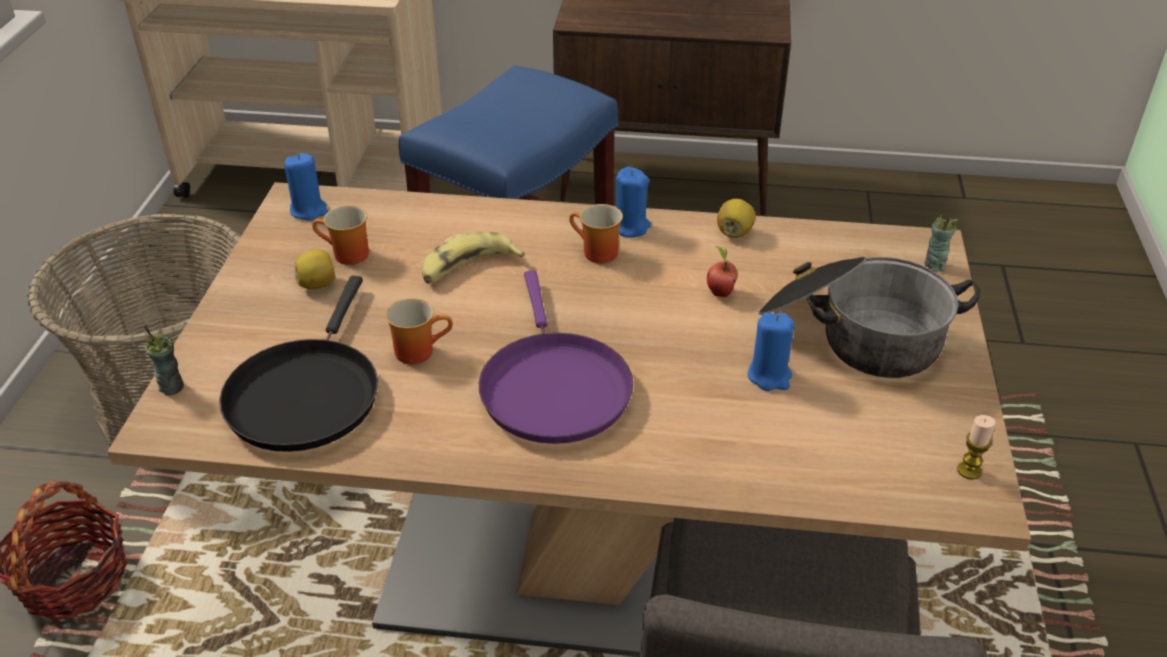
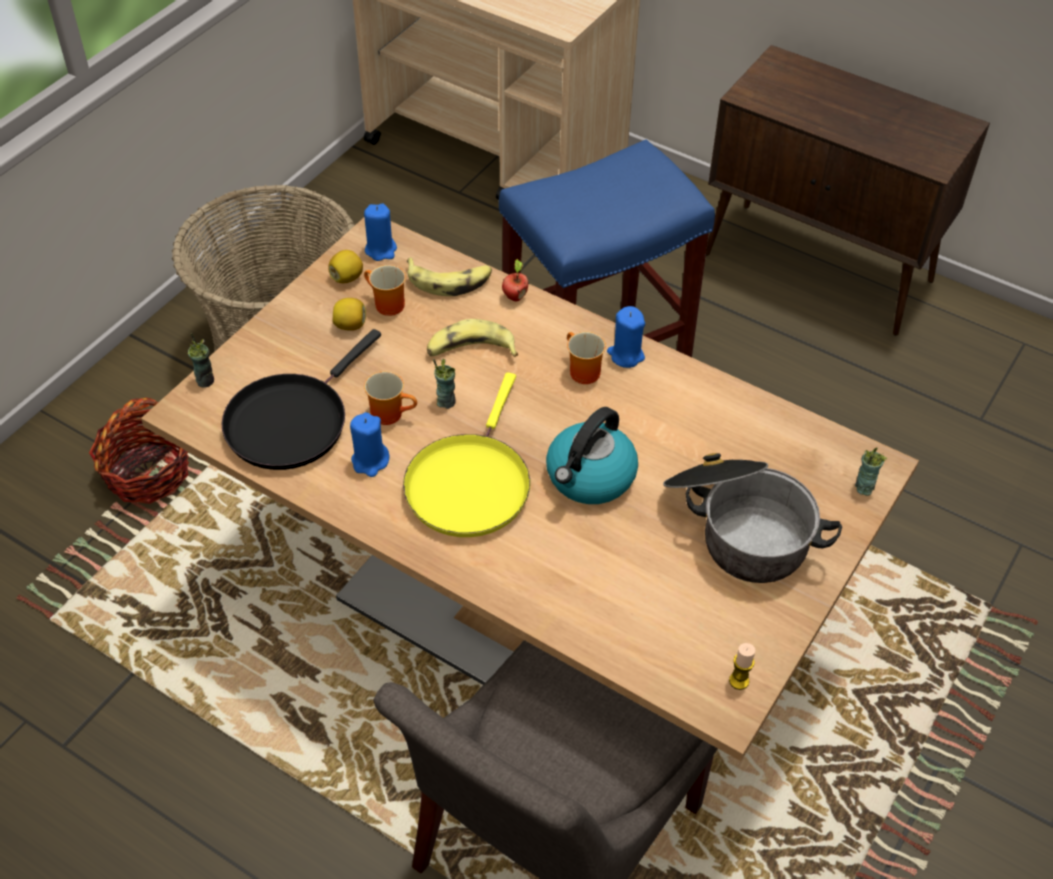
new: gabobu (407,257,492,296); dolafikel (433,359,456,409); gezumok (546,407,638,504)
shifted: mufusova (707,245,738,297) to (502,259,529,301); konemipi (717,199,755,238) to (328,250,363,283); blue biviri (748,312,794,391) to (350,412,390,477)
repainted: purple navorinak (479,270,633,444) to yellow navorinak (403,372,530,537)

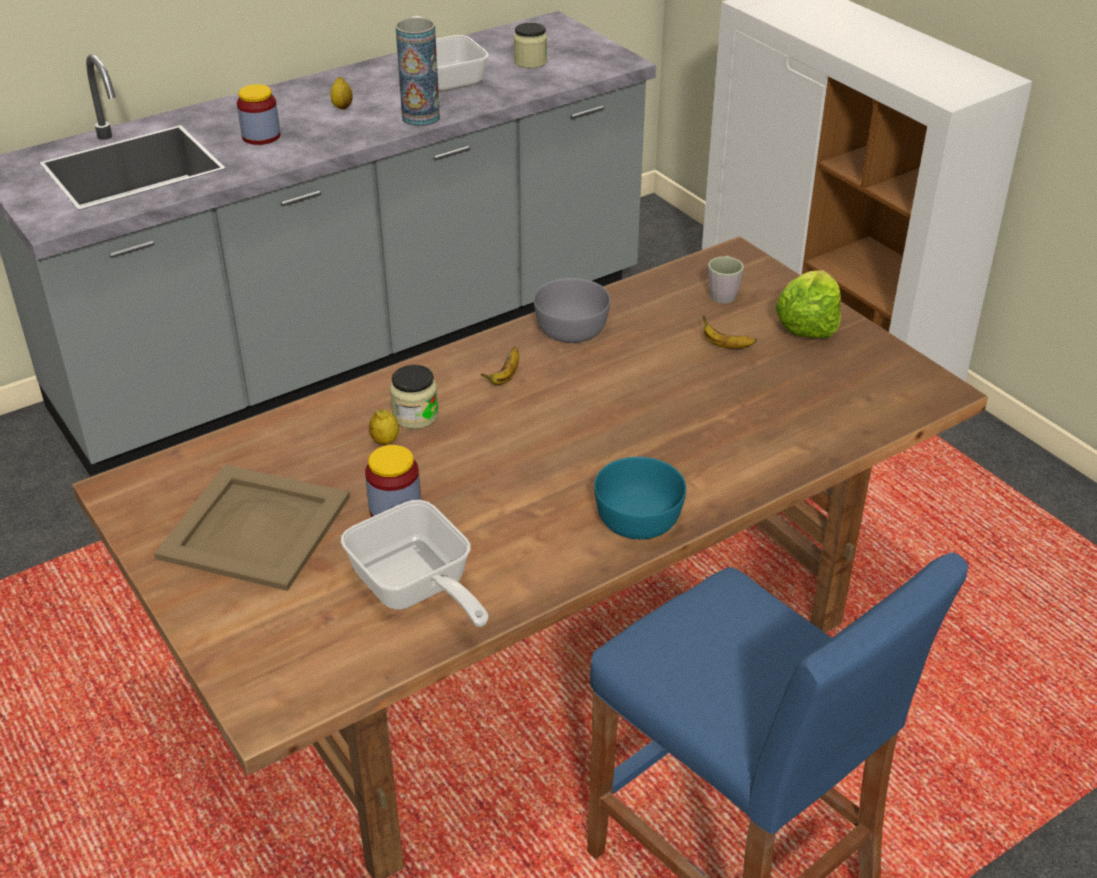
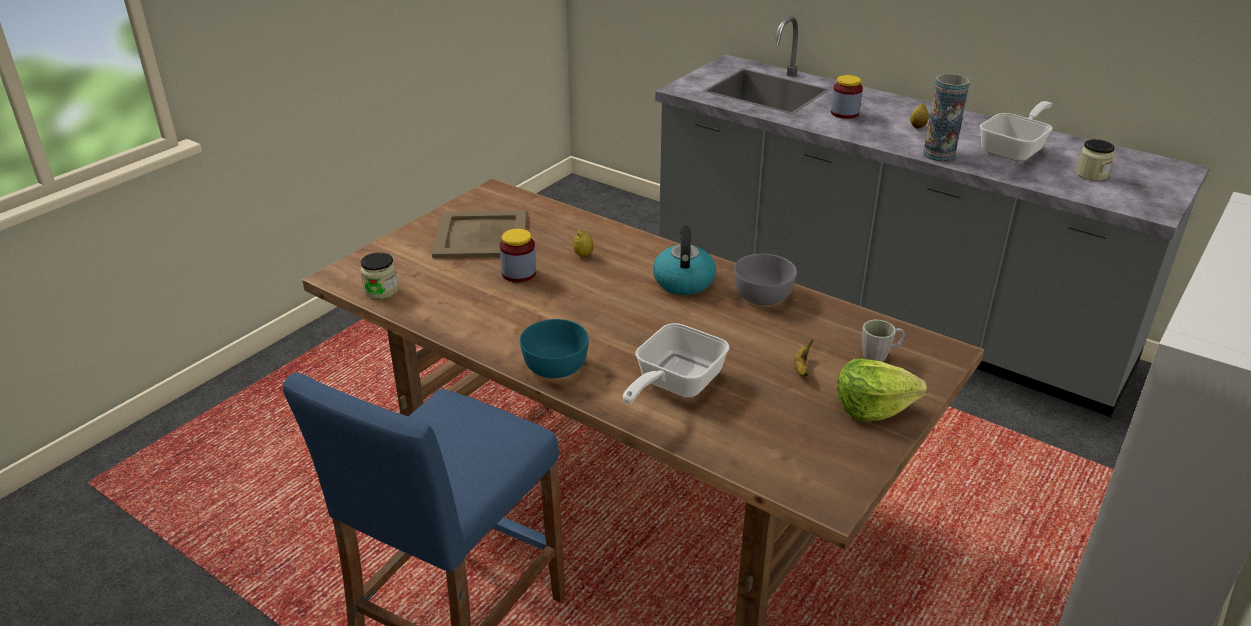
shifted: navorinak (341,500,488,627) to (623,323,729,404); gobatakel (390,365,439,429) to (360,253,399,299)
swapped: gabobu (481,347,519,385) to gezumok (653,226,716,295)

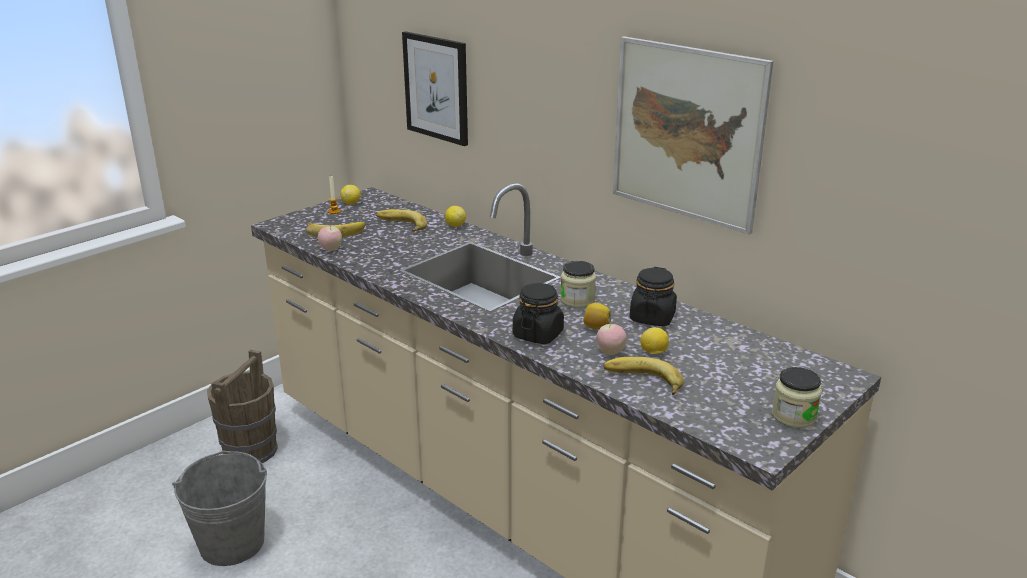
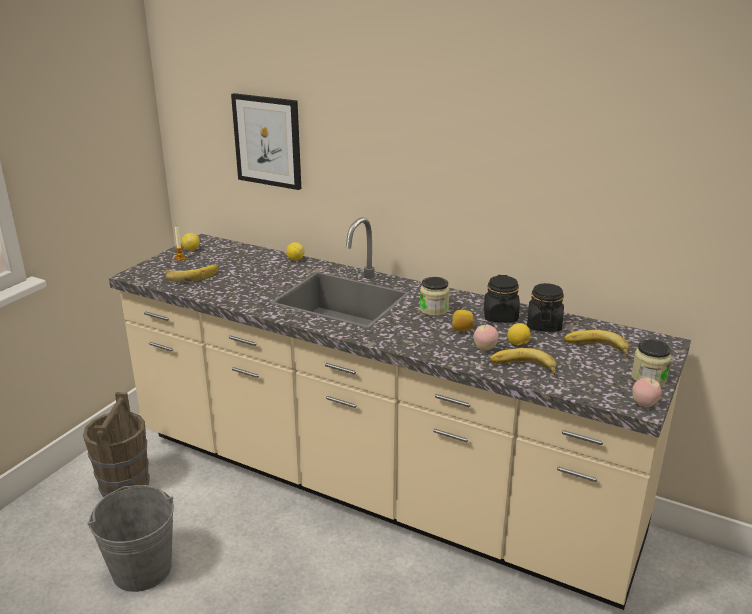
gone: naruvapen (613,36,774,235)
shifted: mufusova (318,226,342,251) to (632,378,662,407); gabobu (376,209,427,232) to (564,330,629,356); black gobatakel (513,283,564,344) to (527,283,564,332)

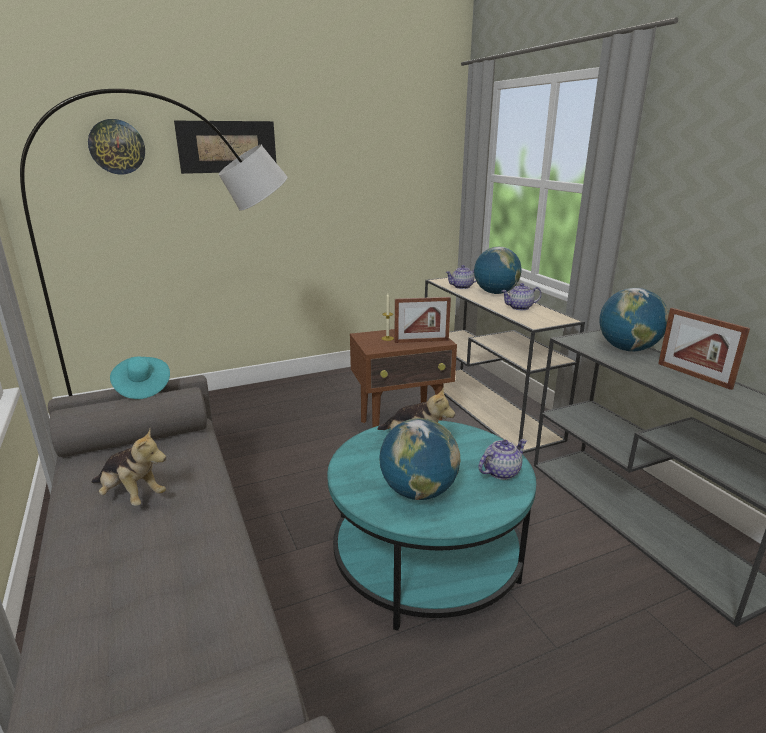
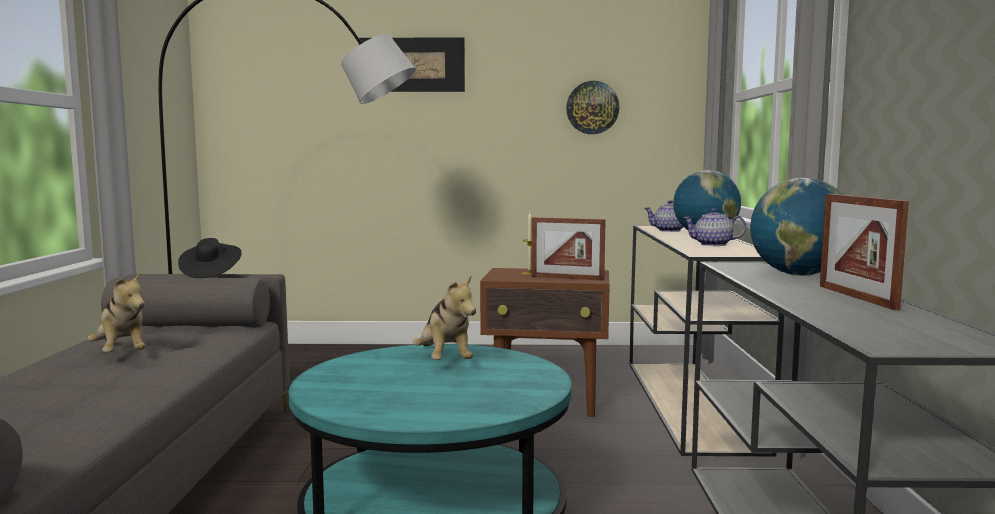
gone: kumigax (380,418,460,500); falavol (478,439,527,480)
shifted: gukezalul (88,119,145,174) to (566,81,619,134)
repainted: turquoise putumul (110,357,170,399) to black putumul (178,238,242,278)

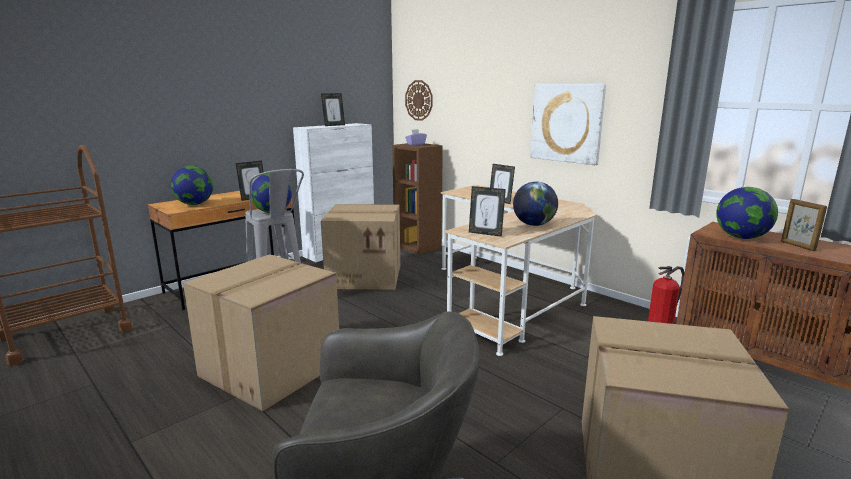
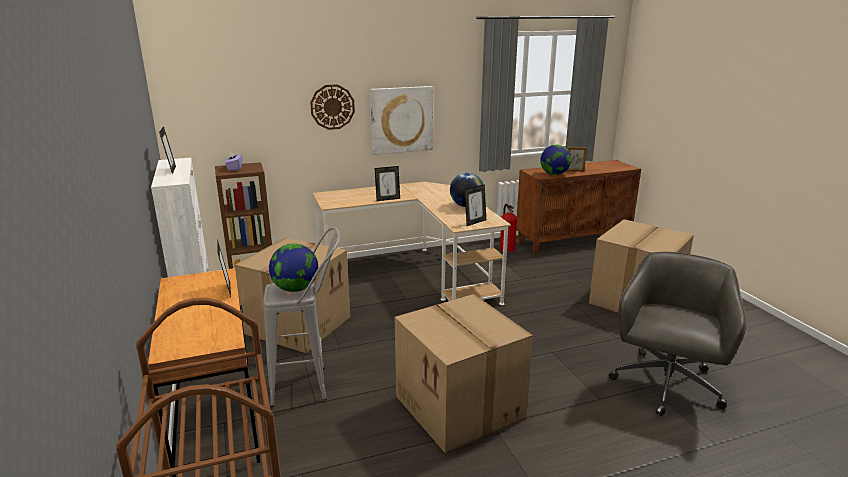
gone: kumigax (171,166,213,205)
shifted: gukezalul (405,80,433,121) to (310,85,355,130)

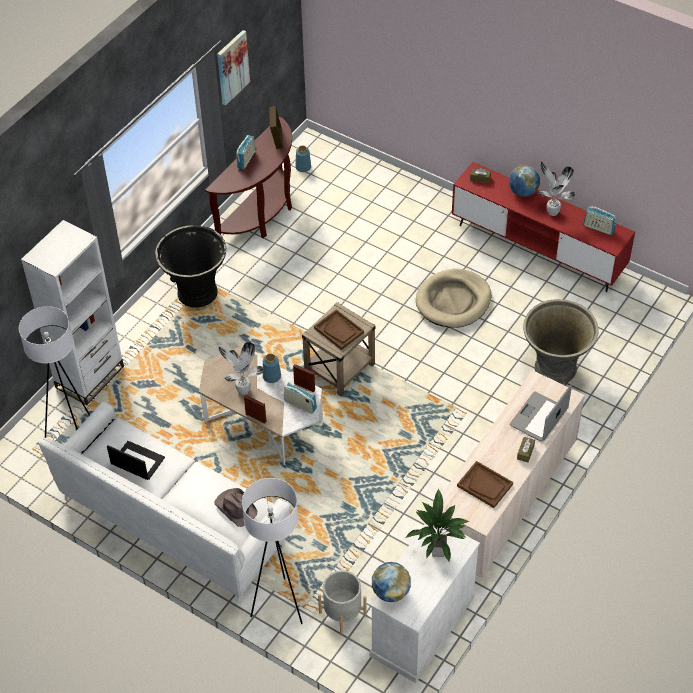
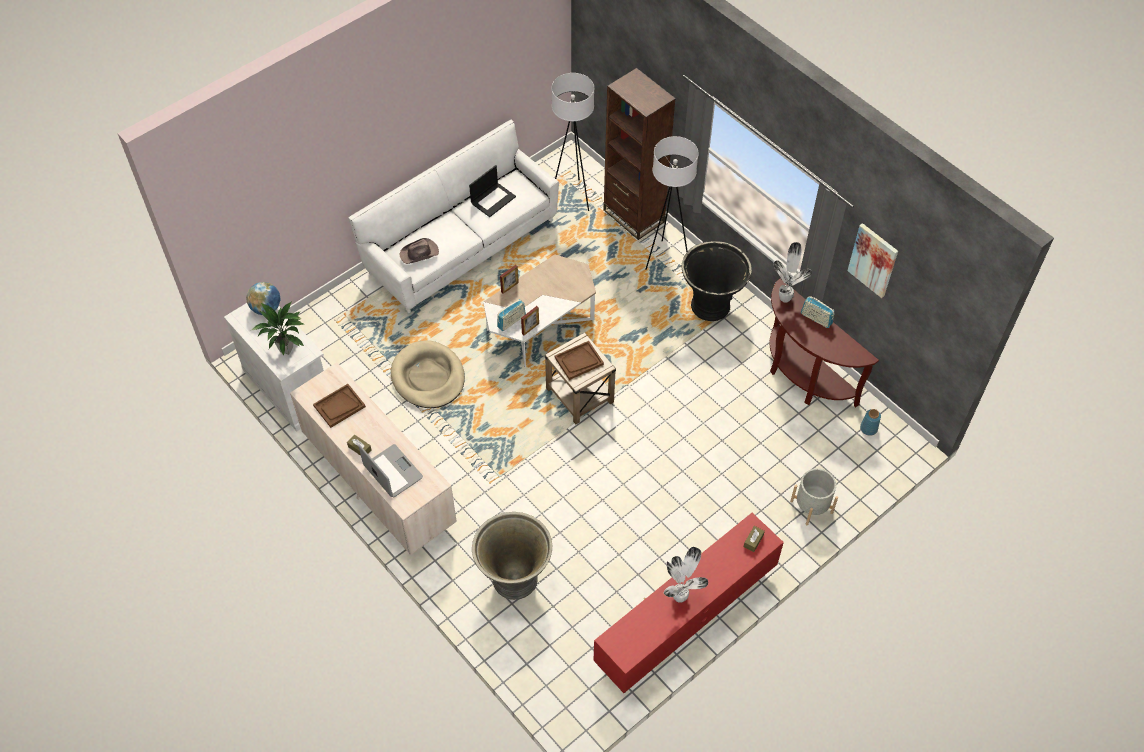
gone: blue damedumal (263,353,281,383); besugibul (269,106,283,149); kumigax (509,165,540,197); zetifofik (583,206,616,235)
shifted: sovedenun (218,342,263,395) to (773,242,812,303); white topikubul (242,478,303,624) to (645,136,699,270); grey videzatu (318,570,367,634) to (790,469,838,525); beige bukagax (416,269,491,328) to (391,340,465,408)
repainted: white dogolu (21,220,124,405) to brown dogolu (603,68,676,240)

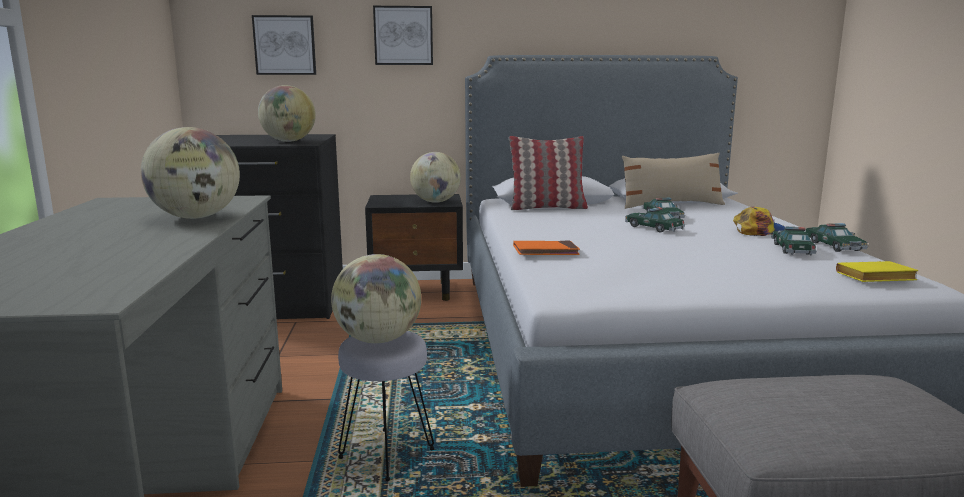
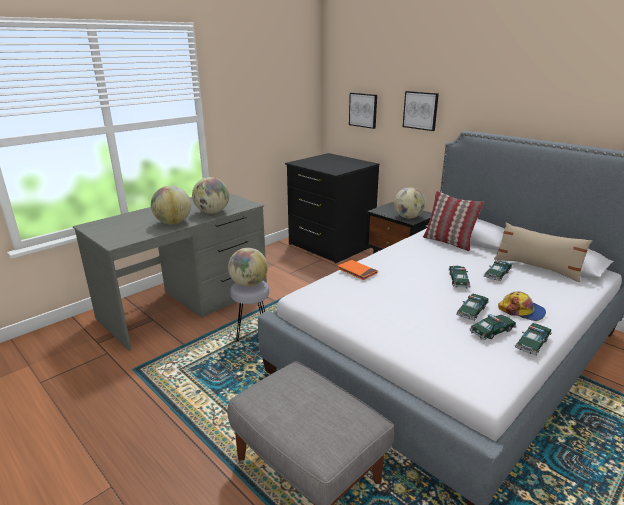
gone: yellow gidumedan (836,261,919,282)
new: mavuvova (456,294,489,321)
shifted: kumigax (258,85,316,142) to (151,186,191,224)

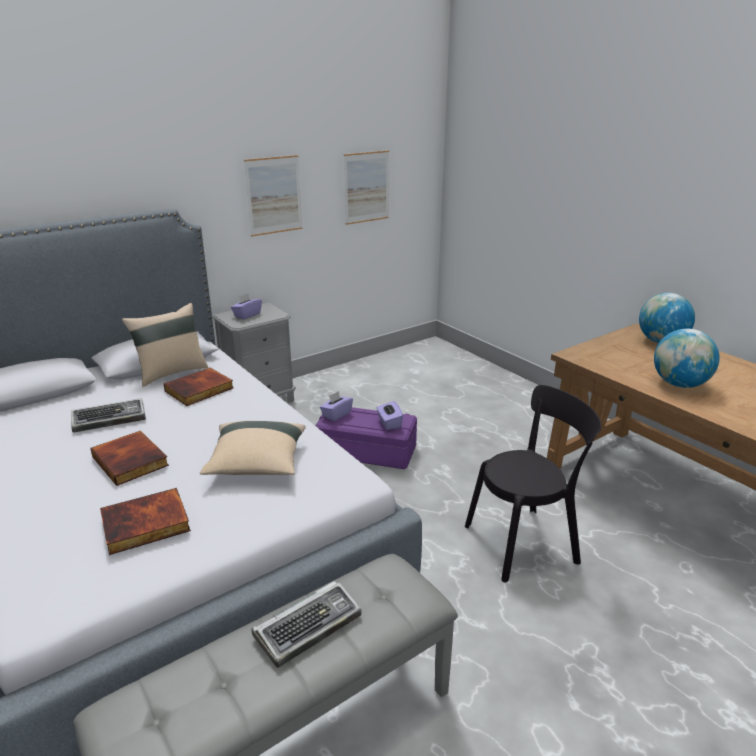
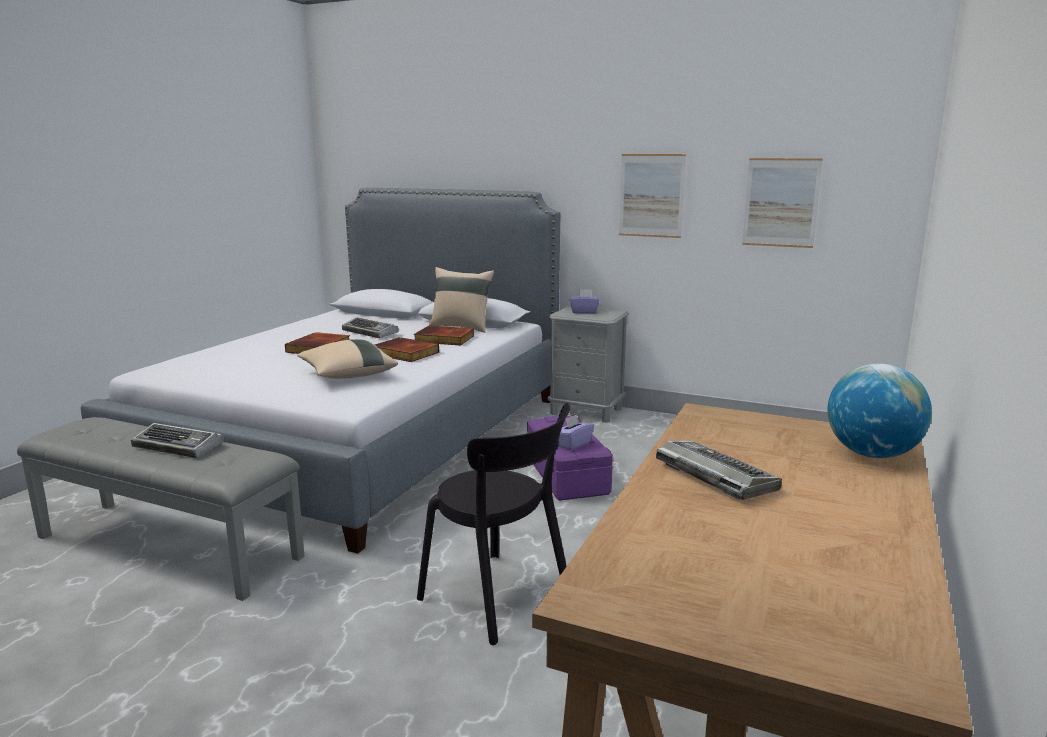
gone: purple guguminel (320,391,353,421)
shifted: gidumedan (100,488,191,555) to (375,337,439,362)
swapped: kumigax (654,329,720,388) to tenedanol (656,441,782,500)

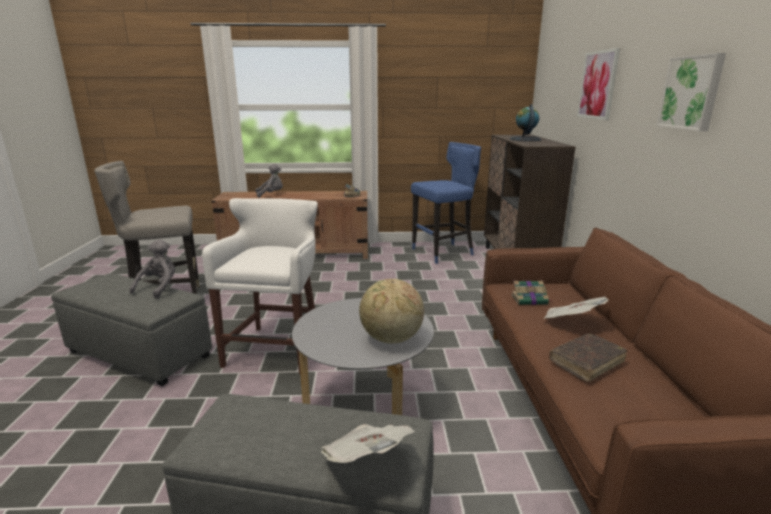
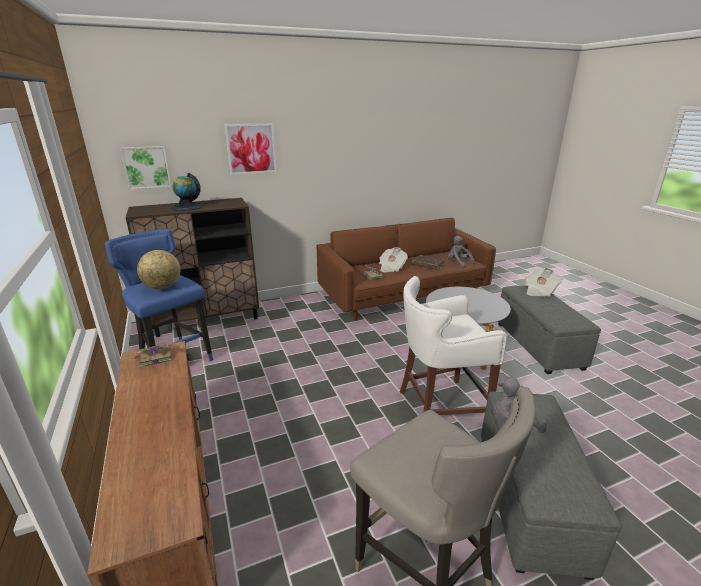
shifted: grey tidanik (255,164,283,198) to (447,236,475,267); kumigax (359,279,424,344) to (137,250,180,289); naruvapen (657,53,726,131) to (120,146,171,190)

